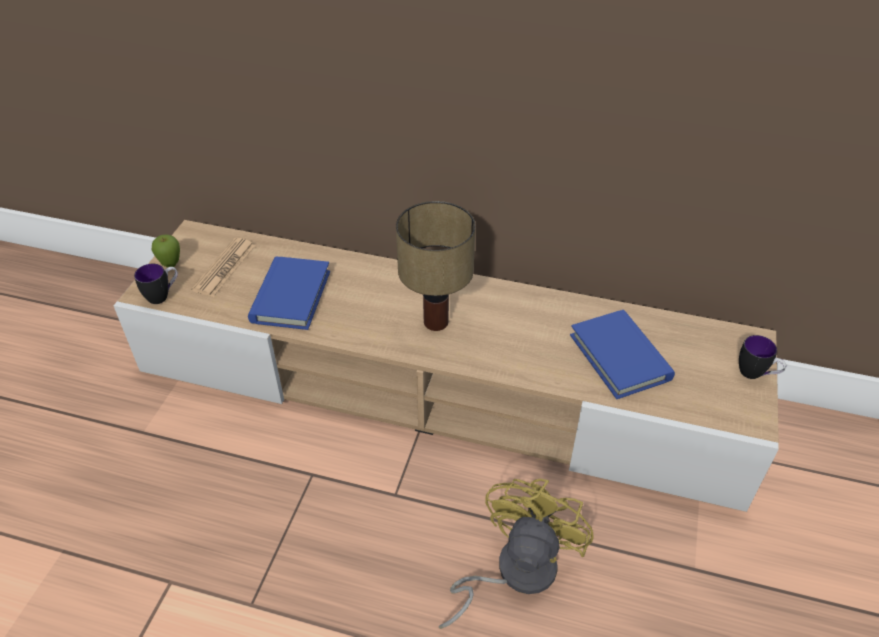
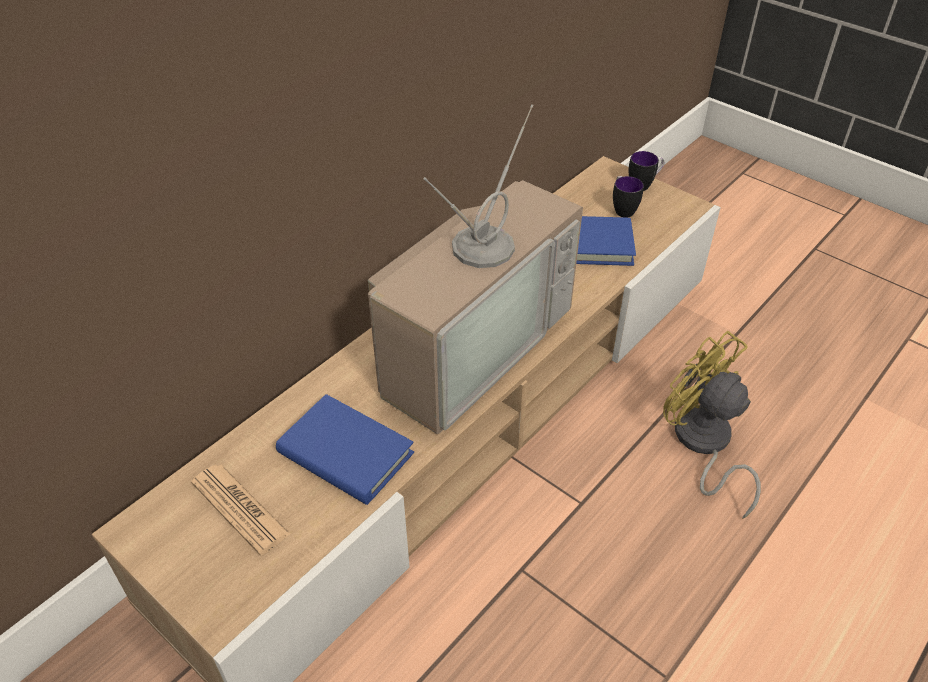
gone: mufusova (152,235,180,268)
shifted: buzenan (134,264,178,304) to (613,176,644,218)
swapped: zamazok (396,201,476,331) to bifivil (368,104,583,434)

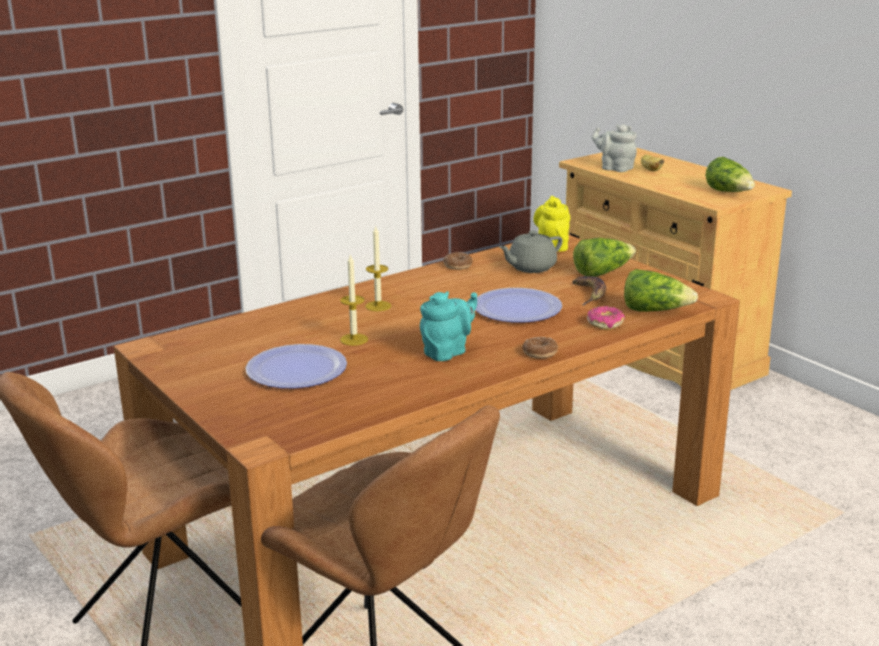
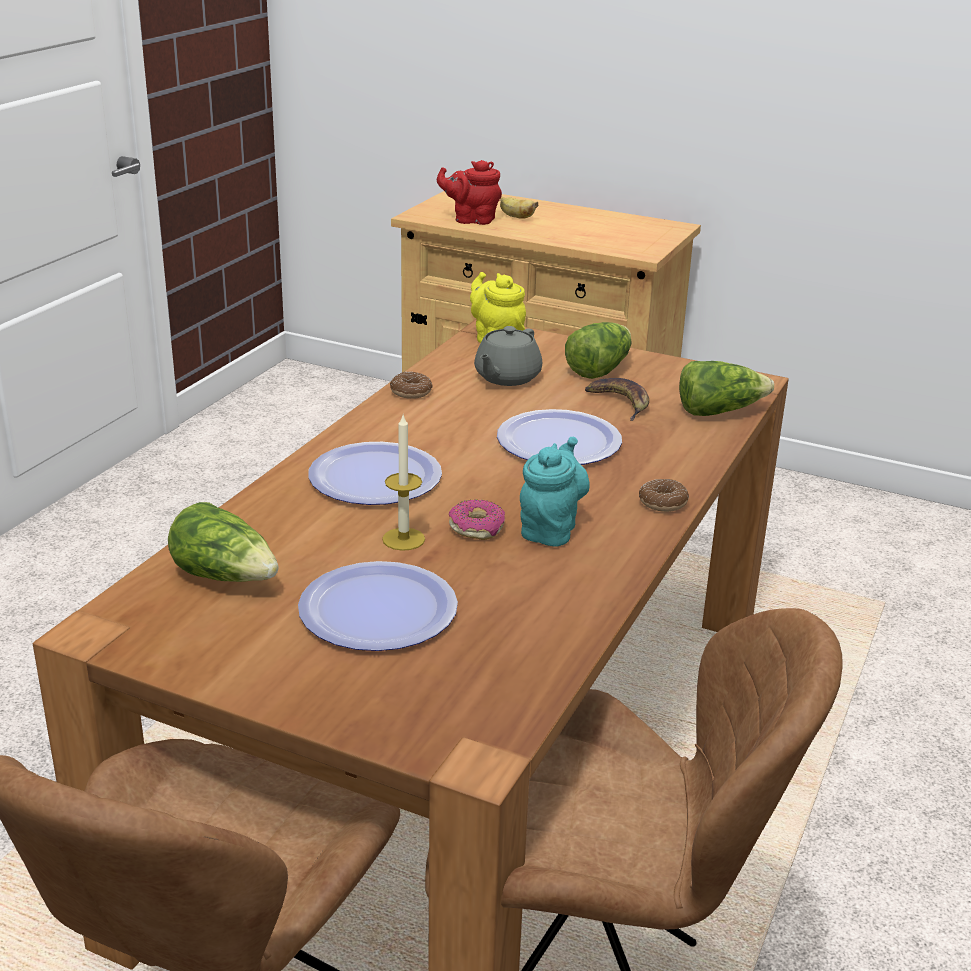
shifted: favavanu (587,306,625,330) to (449,499,505,540); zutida (706,157,755,192) to (168,502,279,582)
swapped: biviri (365,225,391,311) to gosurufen (308,442,442,505)
repainted: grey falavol (592,124,637,172) to red falavol (437,160,502,225)

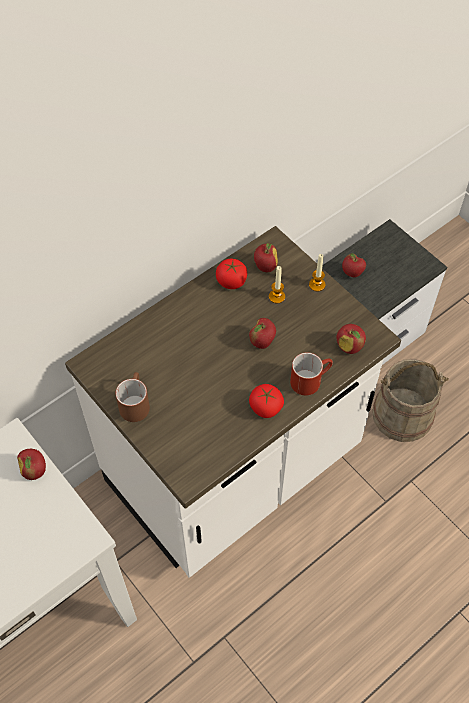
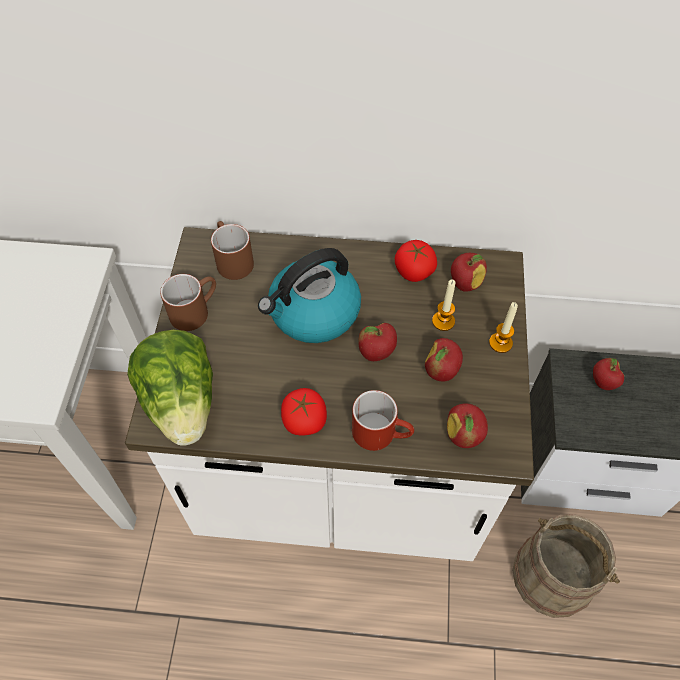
new: zutida (127,330,213,446); brown buzenan (211,221,254,280); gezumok (258,248,361,343)
shifted: mufusova (17,449,46,480) to (425,338,463,382)

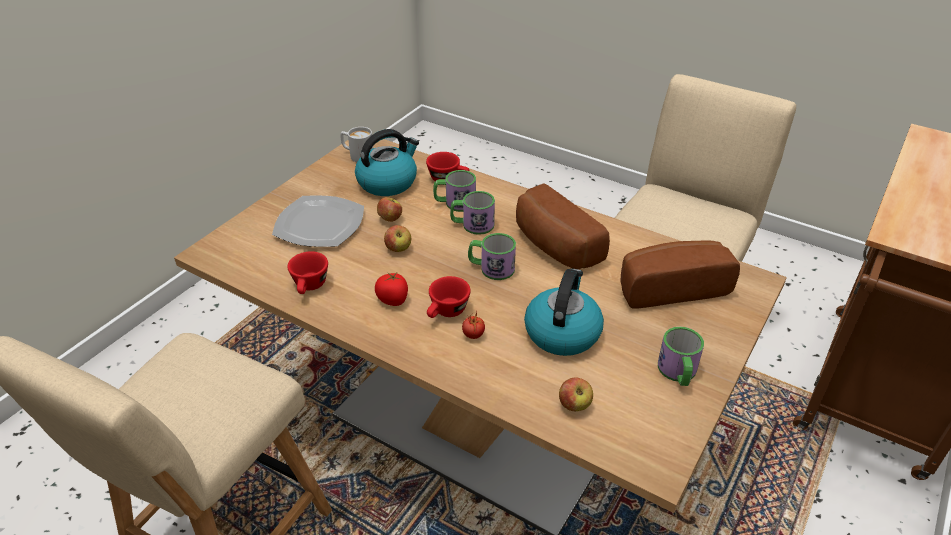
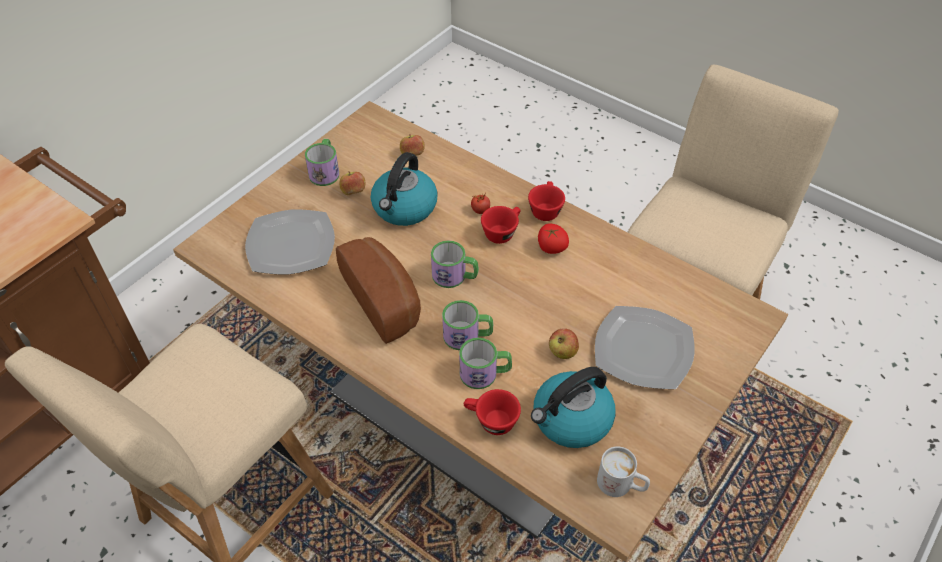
shifted: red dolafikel (287,251,328,294) to (528,181,565,221); mufusova (384,225,411,252) to (339,171,365,195)
swapped: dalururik (621,241,740,309) to gosurufen (245,209,335,275)

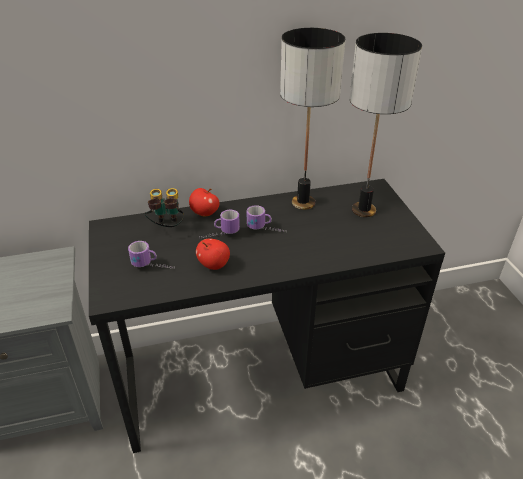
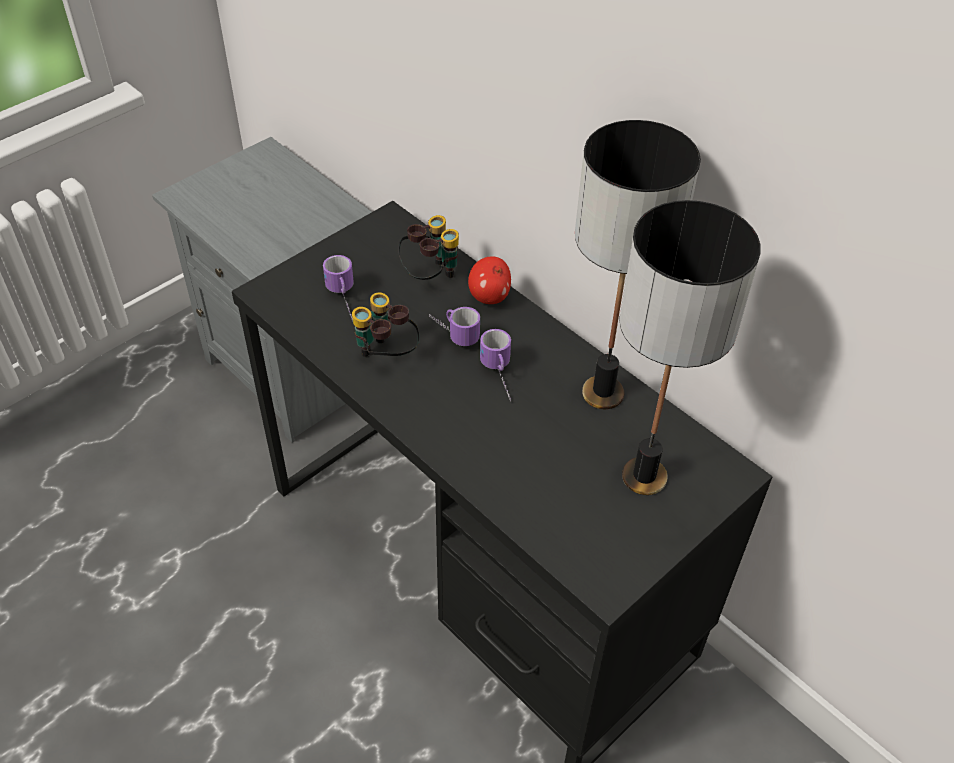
swapped: mufusova (196,239,230,270) to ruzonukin (352,292,420,357)

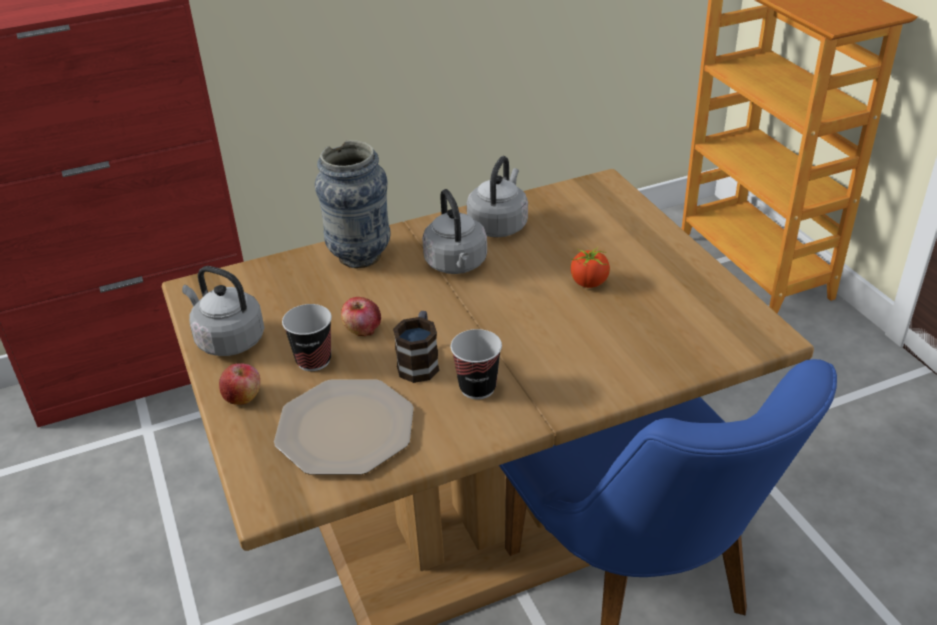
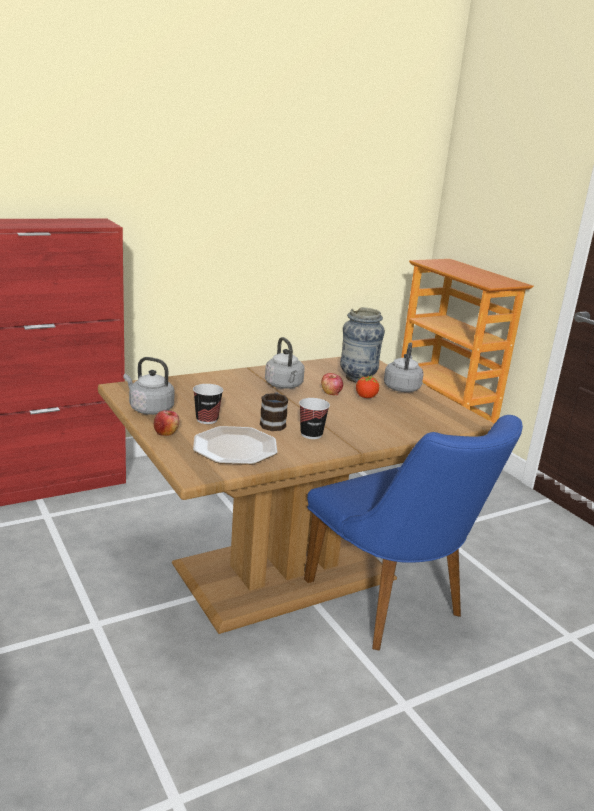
shifted: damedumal (315,140,391,269) to (340,307,385,383); mufusova (341,297,381,337) to (321,373,343,395); grey gezumok (467,156,528,237) to (384,342,424,392)

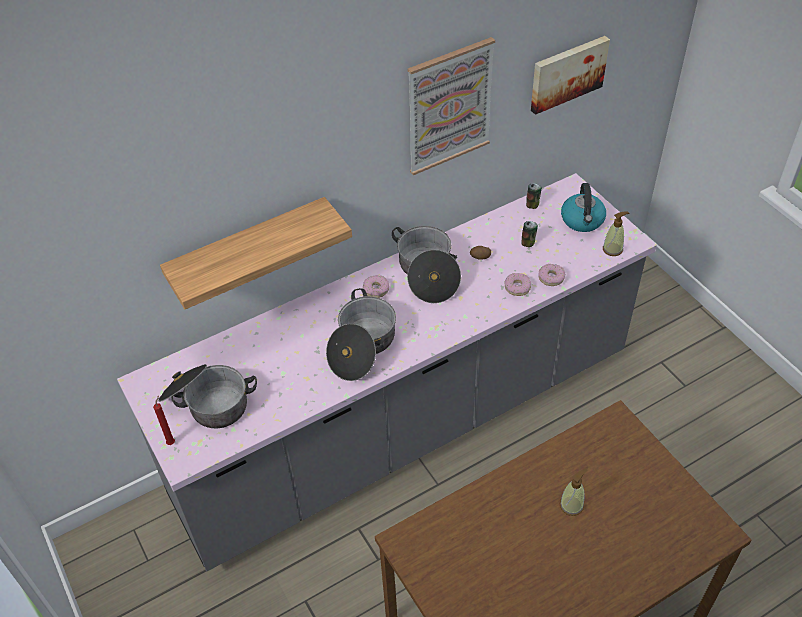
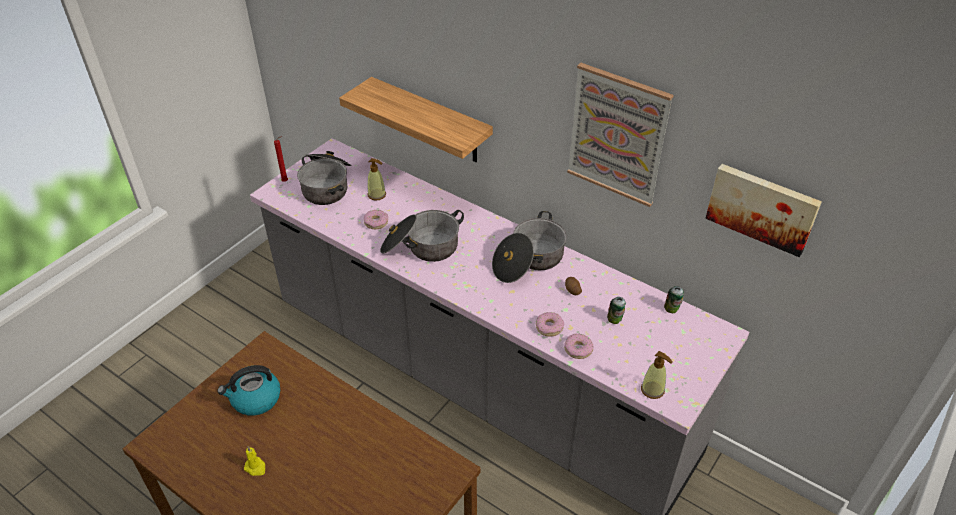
new: yellow biviri (244,446,265,476)
shifted: favavanu (363,275,389,298) to (364,210,388,229); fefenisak (560,468,588,516) to (367,158,386,200); gezumok (561,183,606,232) to (218,365,280,416)

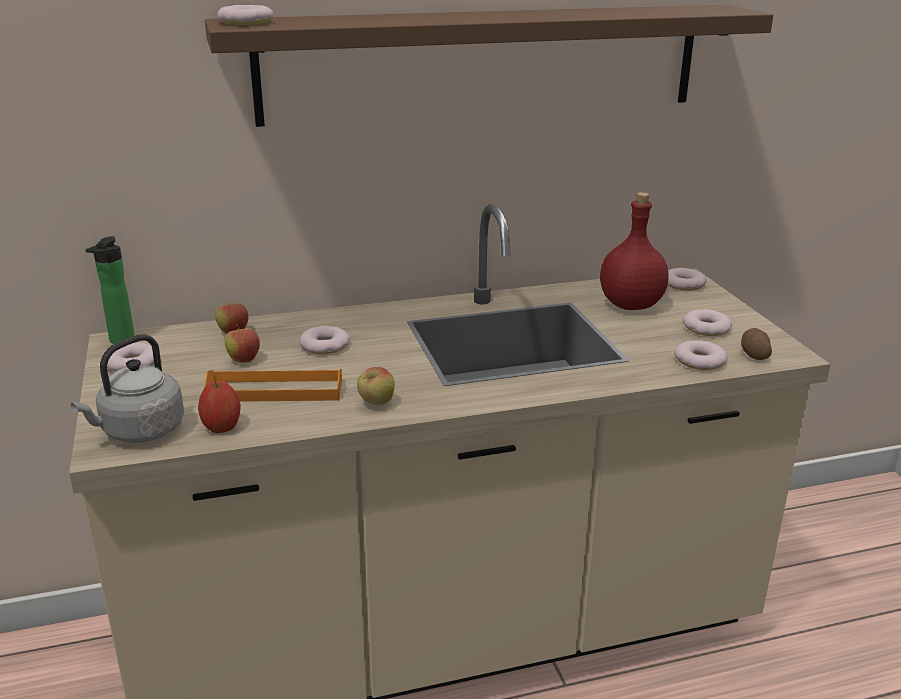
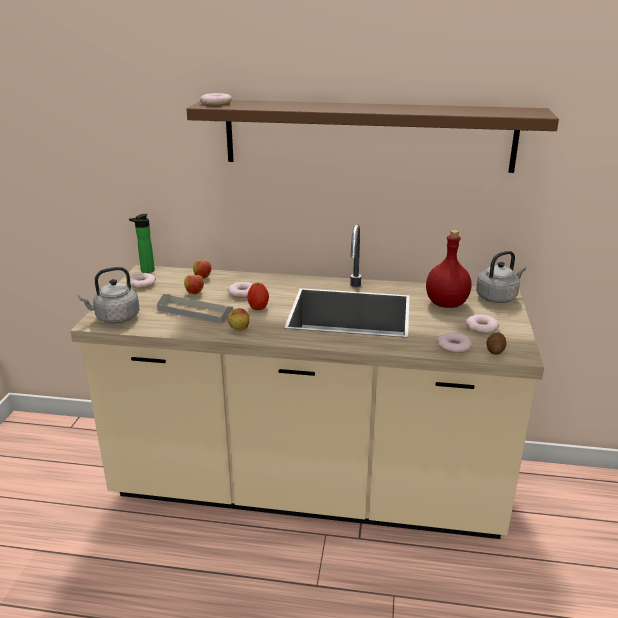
shifted: mufusova (198,381,241,433) to (247,283,269,310)
swapped: favavanu (668,268,707,291) to grey gezumok (476,251,526,303)
repainted: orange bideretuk (204,369,342,402) to grey bideretuk (157,294,233,324)

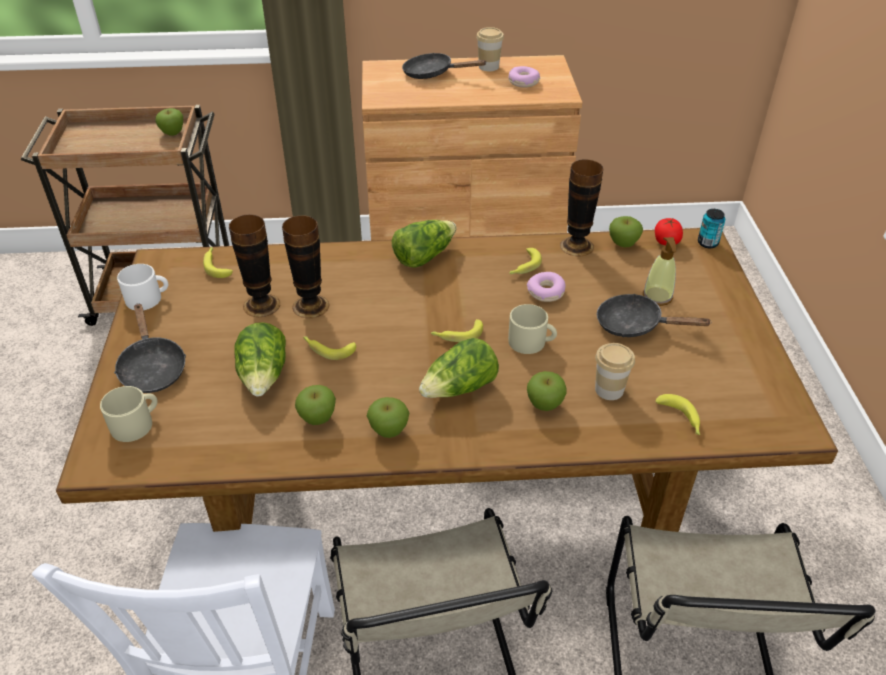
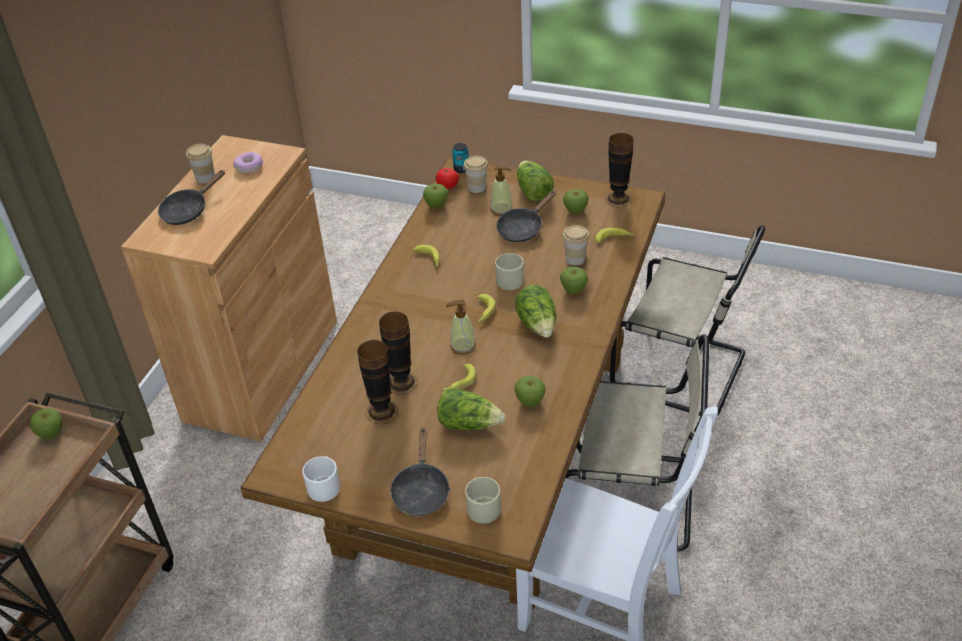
gone: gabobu (203,247,233,278); favavanu (527,272,565,302)
new: fefenisak (446,300,476,355); dolafikel (464,156,488,193)
shifted: mufusova (367,397,409,438) to (563,189,589,214); zutida (392,220,457,268) to (517,161,554,201); damedumal (560,159,603,256) to (605,133,633,207)
rotated: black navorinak (114,303,186,393) = (389,427,450,516) 90 degrees clockwise

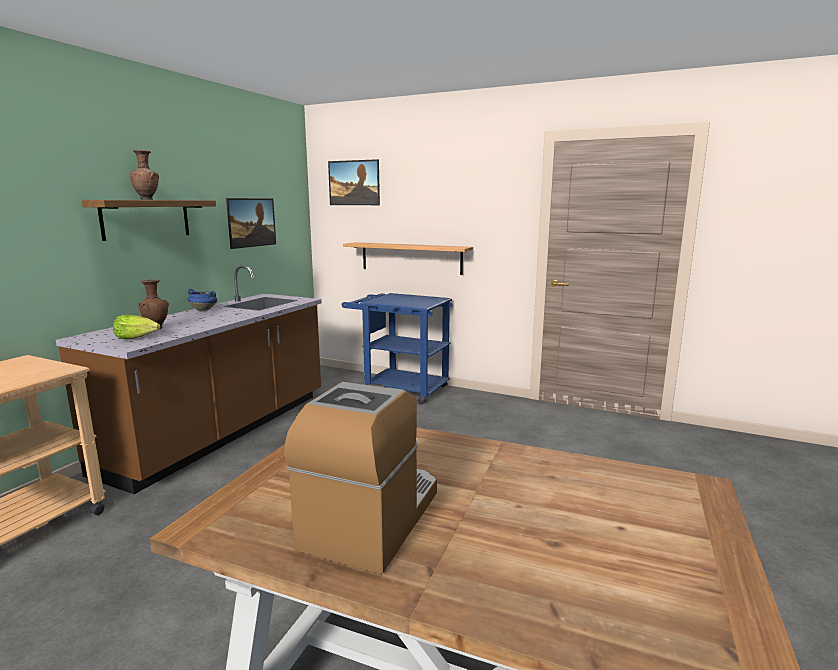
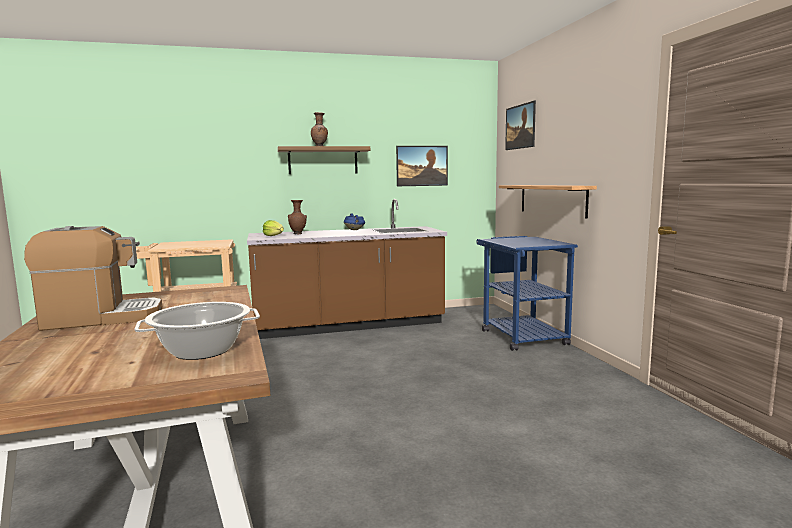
new: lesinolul (134,302,260,360)

